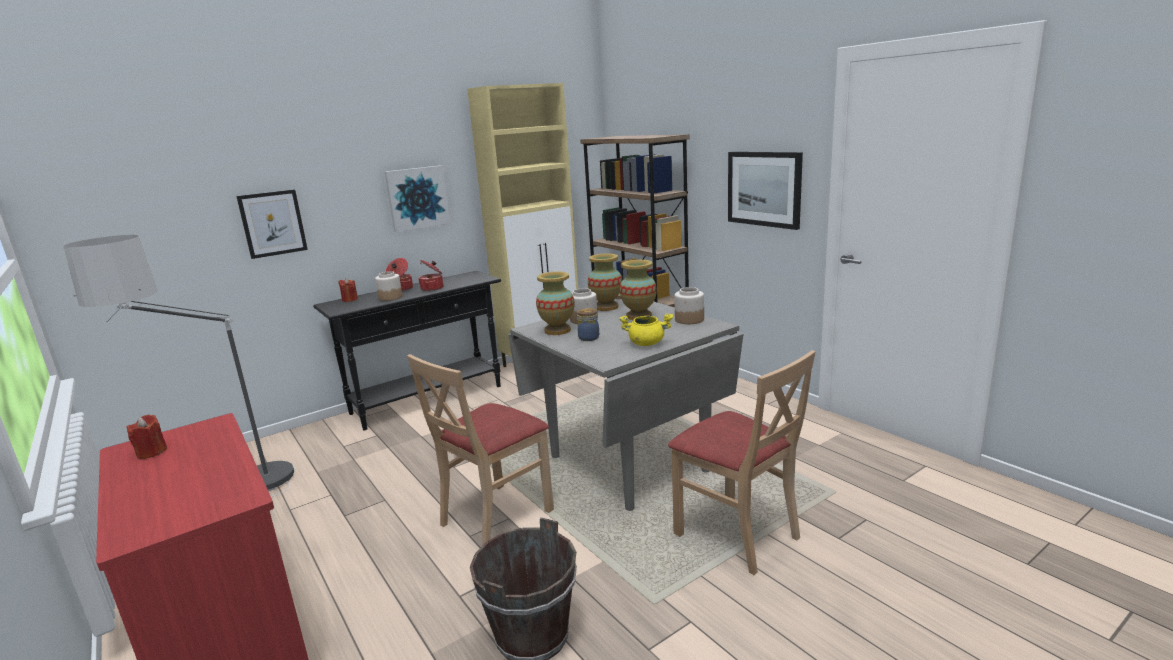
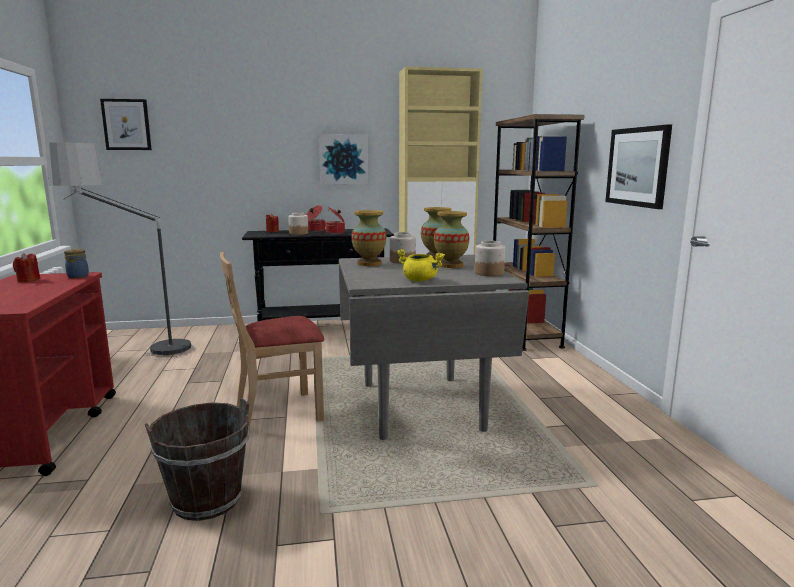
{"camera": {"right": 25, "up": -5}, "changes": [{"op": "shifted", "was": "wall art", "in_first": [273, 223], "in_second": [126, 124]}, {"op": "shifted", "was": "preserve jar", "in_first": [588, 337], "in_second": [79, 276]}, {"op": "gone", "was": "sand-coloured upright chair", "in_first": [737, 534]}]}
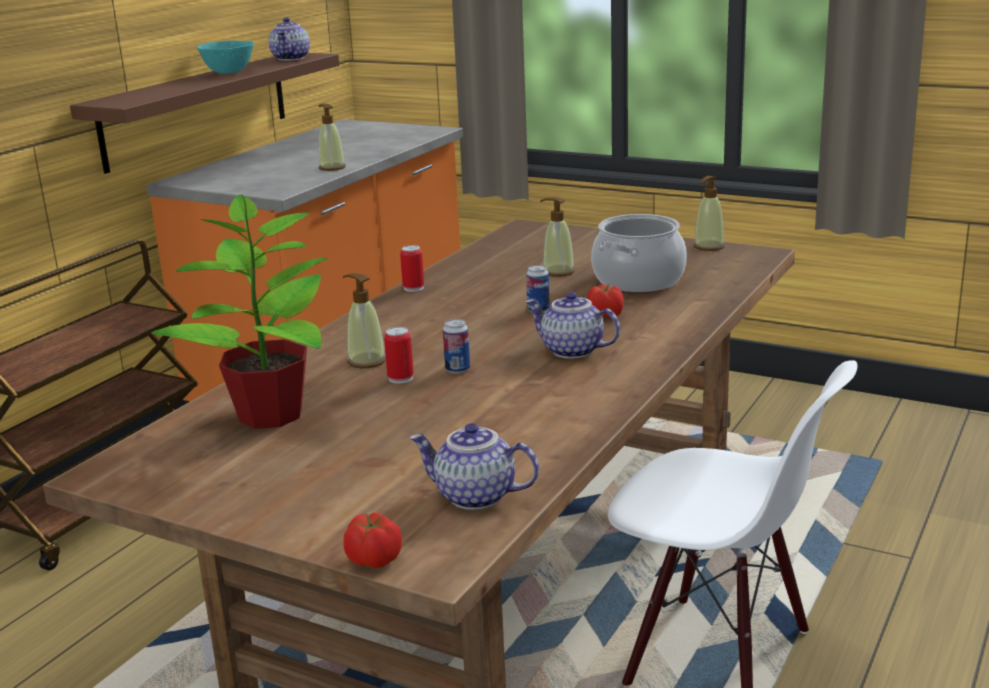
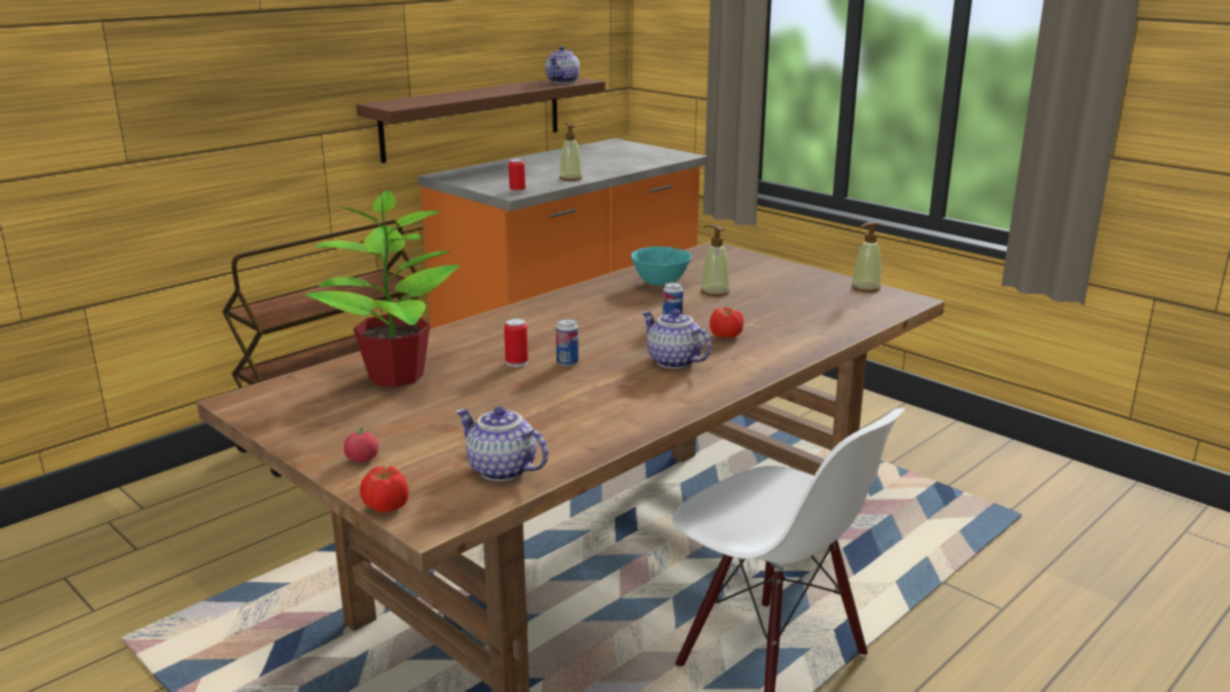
{"camera": {"right": 15, "up": 0}, "changes": [{"op": "shifted", "was": "turquoise serving bowl", "in_first": [229, 73], "in_second": [660, 284]}, {"op": "gone", "was": "soap dispenser", "in_first": [366, 361]}, {"op": "shifted", "was": "can", "in_first": [413, 288], "in_second": [517, 190]}, {"op": "gone", "was": "stockpot", "in_first": [638, 280]}, {"op": "new", "now": "whole tomato", "in_second": [362, 459]}]}
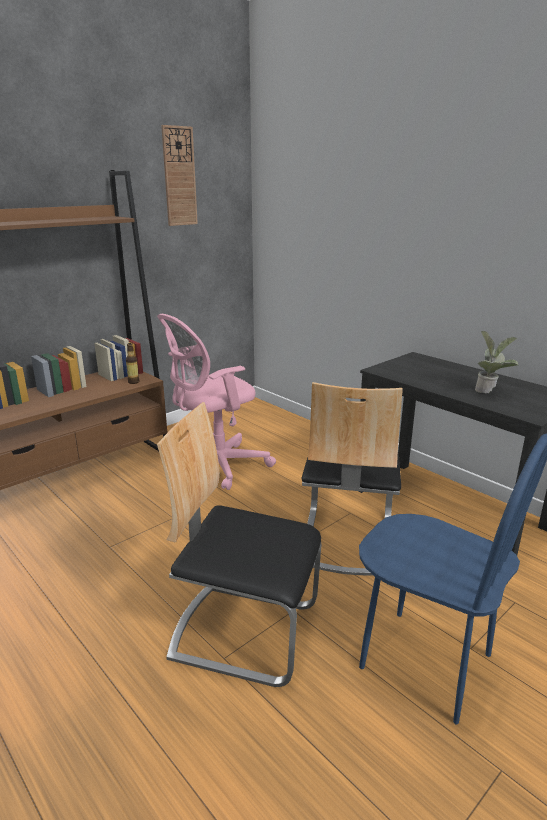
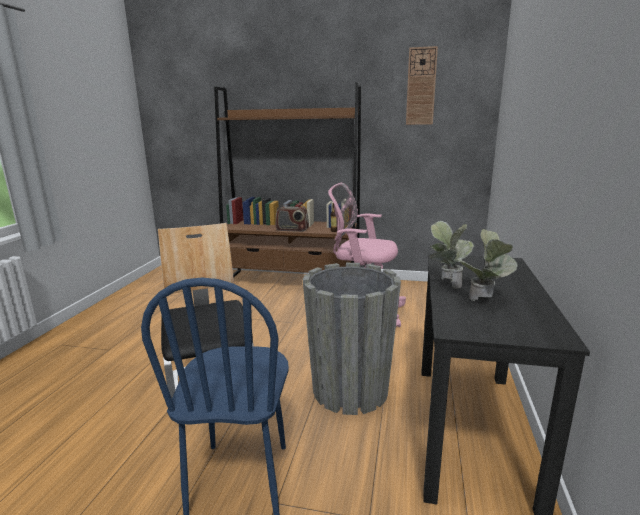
{"camera": {"right": 55, "up": -5}, "changes": [{"op": "swapped", "was": "upright chair", "now": "grey plant pot", "in_first": [346, 538], "in_second": [350, 390]}, {"op": "new", "now": "radio receiver", "in_second": [292, 230]}, {"op": "new", "now": "potted plant", "in_second": [446, 284]}]}
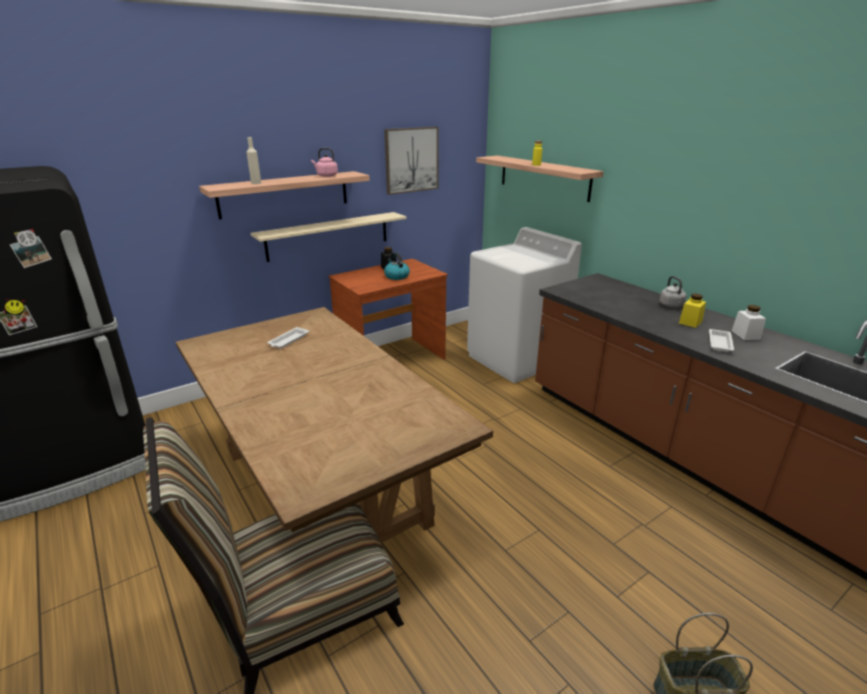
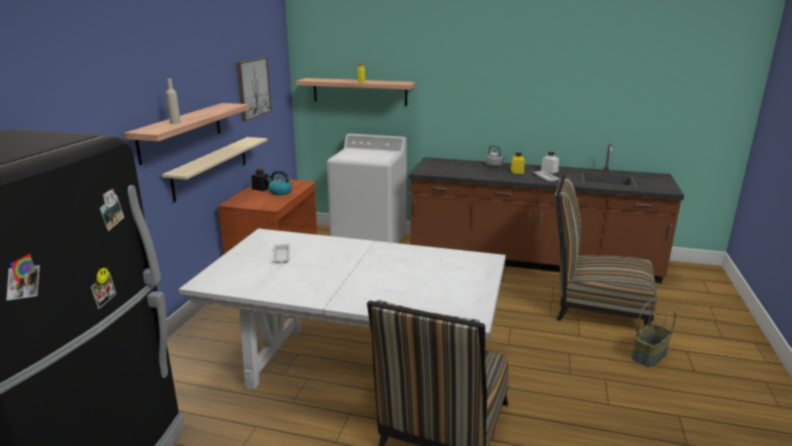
{"camera": {"right": -40, "up": -5}, "changes": [{"op": "repainted", "was": "brown-coloured dining table", "now": "white-coloured dining table", "in_first": [322, 487], "in_second": [354, 369]}, {"op": "gone", "was": "pinkish kettle", "in_first": [326, 175]}, {"op": "new", "now": "upright chair", "in_second": [595, 308]}]}
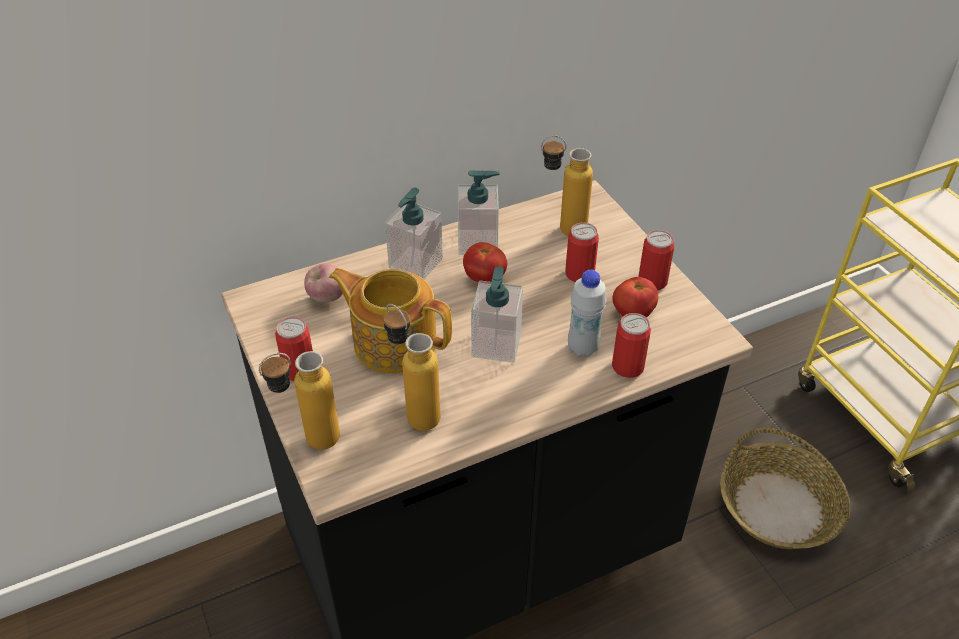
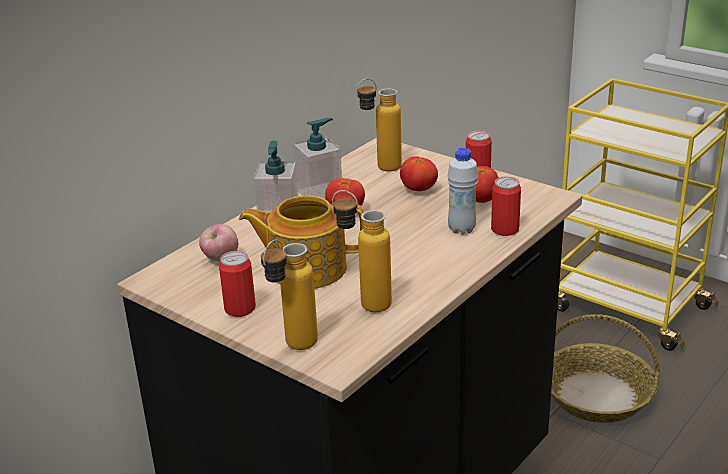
{"camera": {"right": -25, "up": -15}, "changes": [{"op": "gone", "was": "soap dispenser", "in_first": [496, 345]}, {"op": "swapped", "was": "can", "now": "whole tomato", "in_first": [579, 274], "in_second": [418, 190]}]}
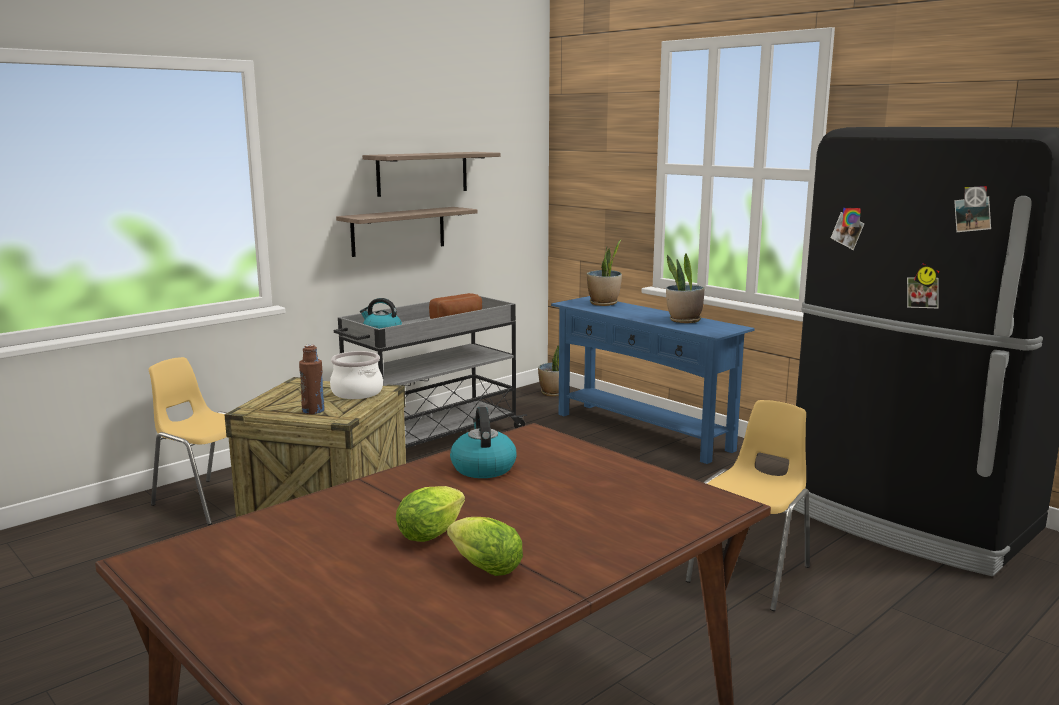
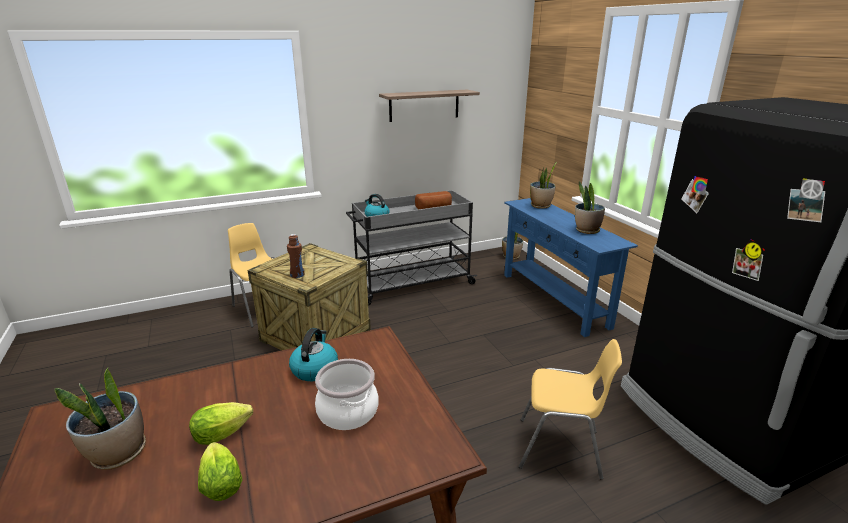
{"camera": {"right": 20, "up": 10}, "changes": [{"op": "shifted", "was": "stockpot", "in_first": [356, 393], "in_second": [347, 411]}, {"op": "gone", "was": "shelf", "in_first": [398, 231]}, {"op": "rotated", "was": "yellow-coloured upright chair", "in_first": [751, 574], "in_second": [560, 449], "clockwise": 45}, {"op": "new", "now": "potted plant", "in_second": [118, 454]}]}
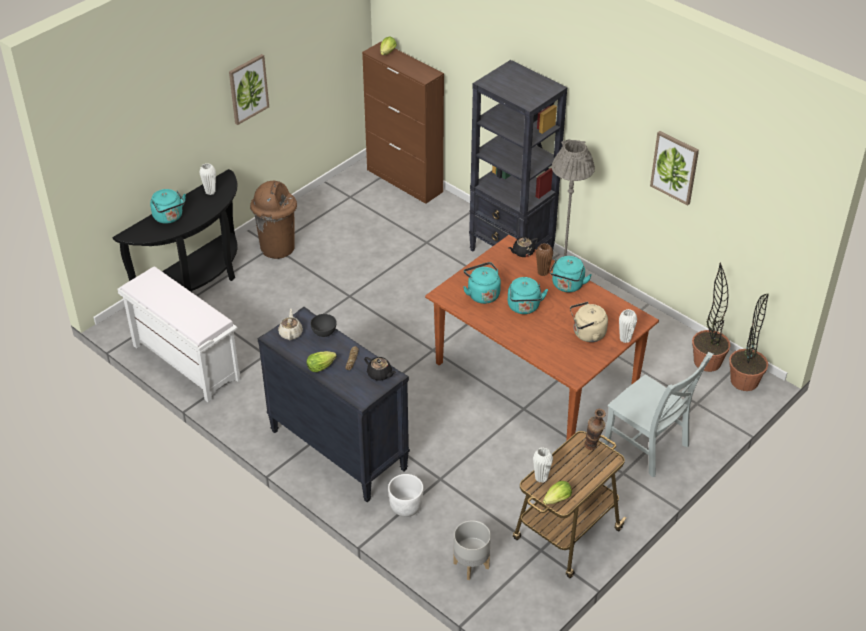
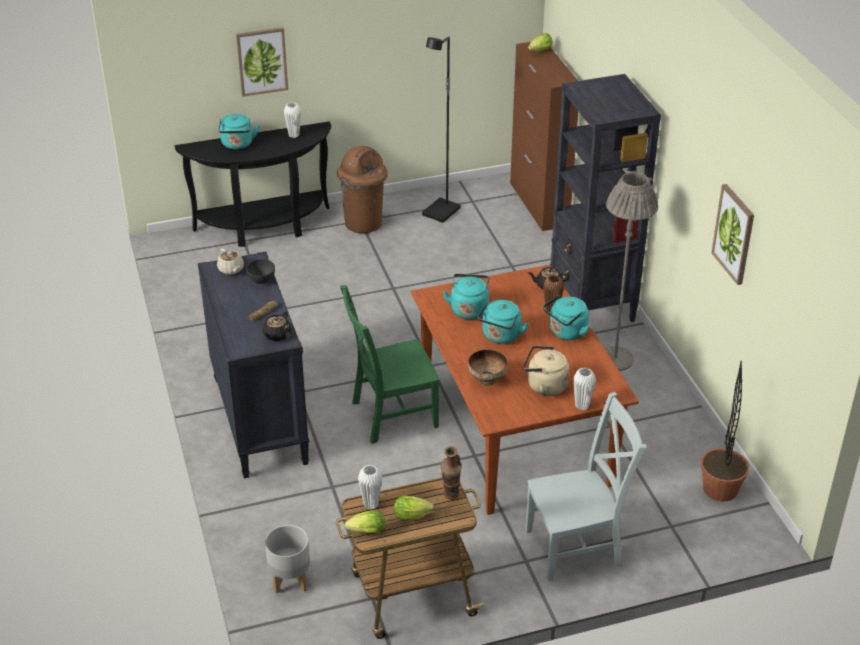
{"camera": {"right": 30, "up": -5}, "changes": [{"op": "gone", "was": "white-coloured bench", "in_first": [185, 362]}, {"op": "shifted", "was": "wall art", "in_first": [248, 89], "in_second": [262, 61]}, {"op": "rotated", "was": "sand-coloured teapot", "in_first": [291, 333], "in_second": [231, 269], "clockwise": 120}, {"op": "shifted", "was": "head of lettuce", "in_first": [322, 366], "in_second": [414, 515]}, {"op": "rotated", "was": "black teapot", "in_first": [380, 374], "in_second": [276, 335], "clockwise": 45}, {"op": "gone", "was": "white-coloured plant pot", "in_first": [406, 506]}, {"op": "rotated", "was": "grey upright chair", "in_first": [649, 446], "in_second": [578, 547], "clockwise": -90}, {"op": "gone", "was": "potted plant", "in_first": [744, 381]}, {"op": "new", "now": "greenish upright chair", "in_second": [390, 415]}, {"op": "new", "now": "black standing lamp", "in_second": [441, 212]}, {"op": "new", "now": "serving bowl", "in_second": [487, 380]}]}
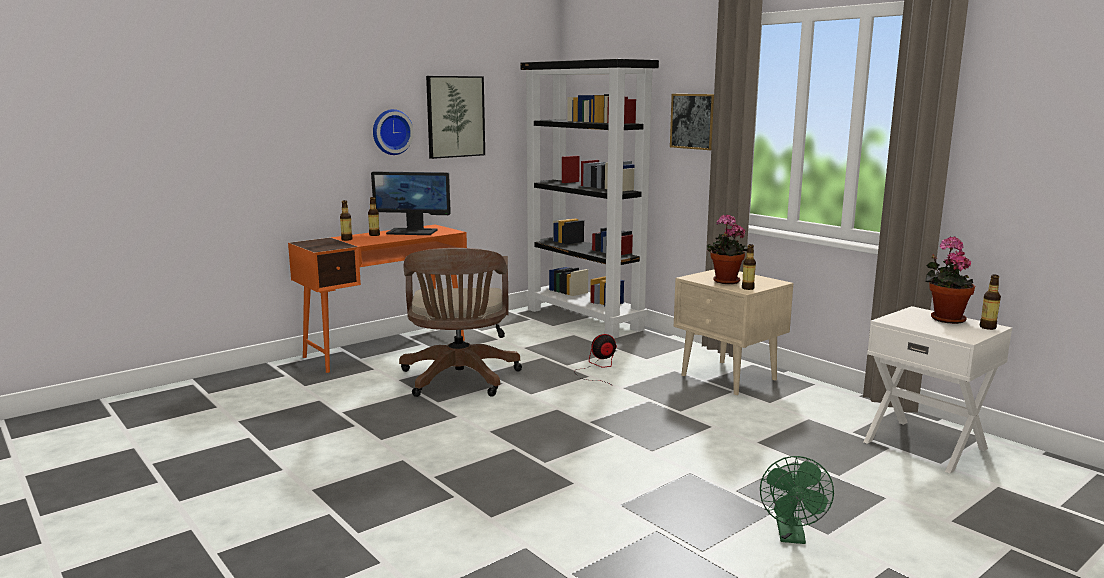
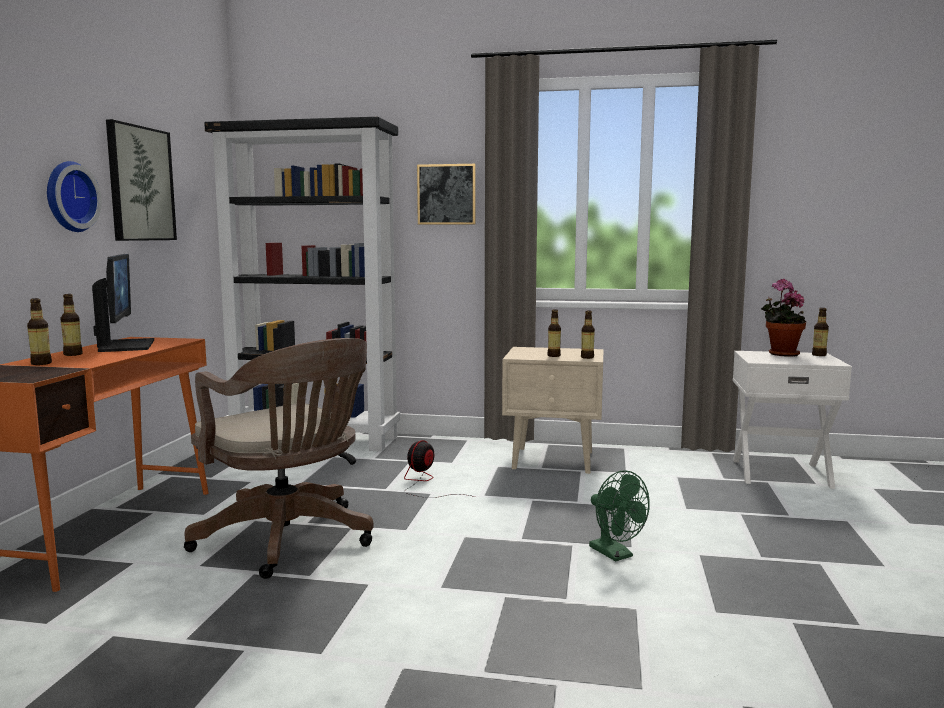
{"camera": {"right": -40, "up": -5}, "changes": [{"op": "rotated", "was": "computer display", "in_first": [413, 232], "in_second": [125, 345], "clockwise": -75}, {"op": "swapped", "was": "potted plant", "now": "bottle", "in_first": [725, 282], "in_second": [553, 356]}, {"op": "shifted", "was": "greenish electric fan", "in_first": [792, 536], "in_second": [616, 554]}]}
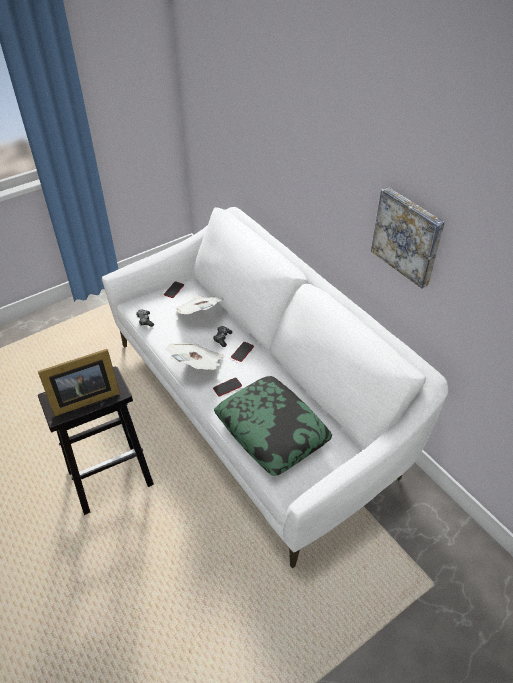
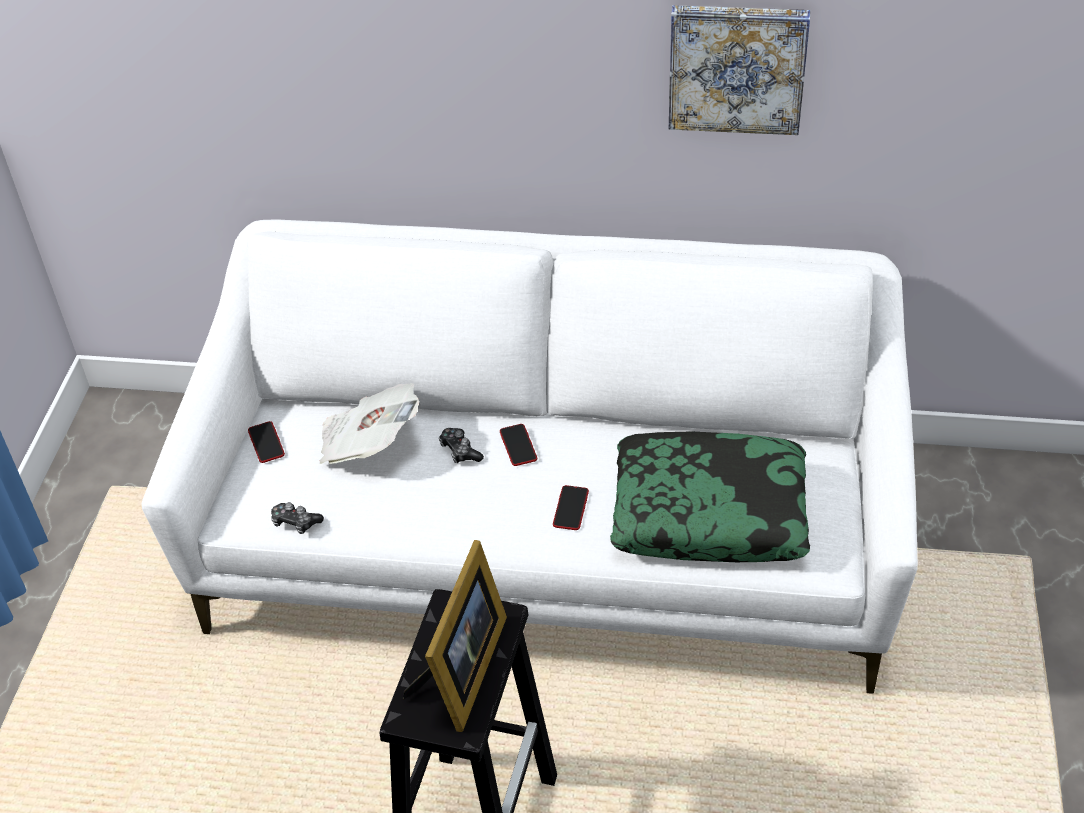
{"camera": {"right": -45, "up": 0}, "changes": [{"op": "gone", "was": "newspaper", "in_first": [198, 366]}]}
